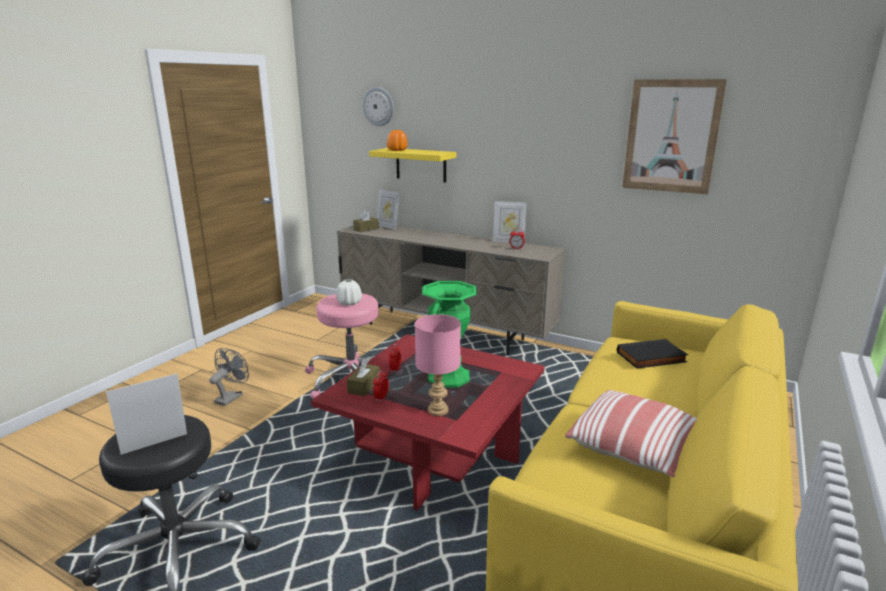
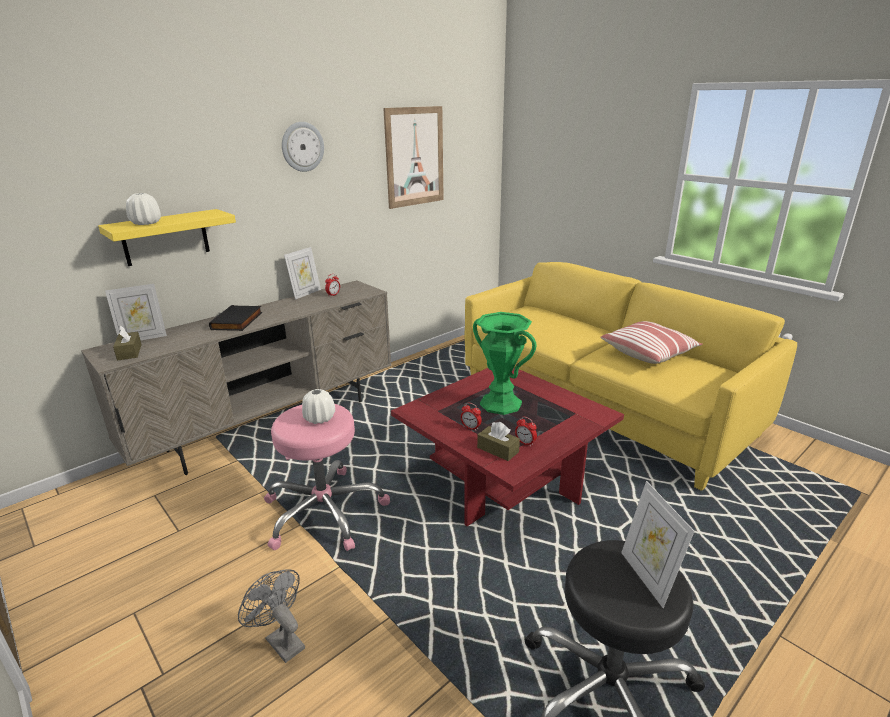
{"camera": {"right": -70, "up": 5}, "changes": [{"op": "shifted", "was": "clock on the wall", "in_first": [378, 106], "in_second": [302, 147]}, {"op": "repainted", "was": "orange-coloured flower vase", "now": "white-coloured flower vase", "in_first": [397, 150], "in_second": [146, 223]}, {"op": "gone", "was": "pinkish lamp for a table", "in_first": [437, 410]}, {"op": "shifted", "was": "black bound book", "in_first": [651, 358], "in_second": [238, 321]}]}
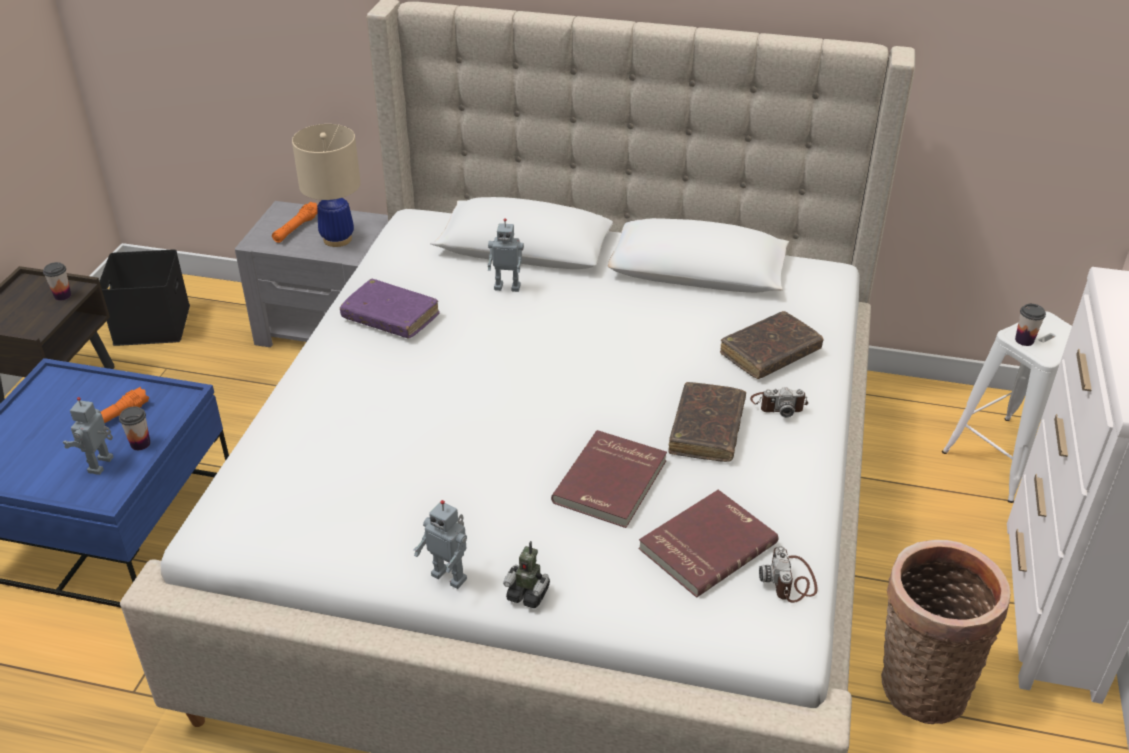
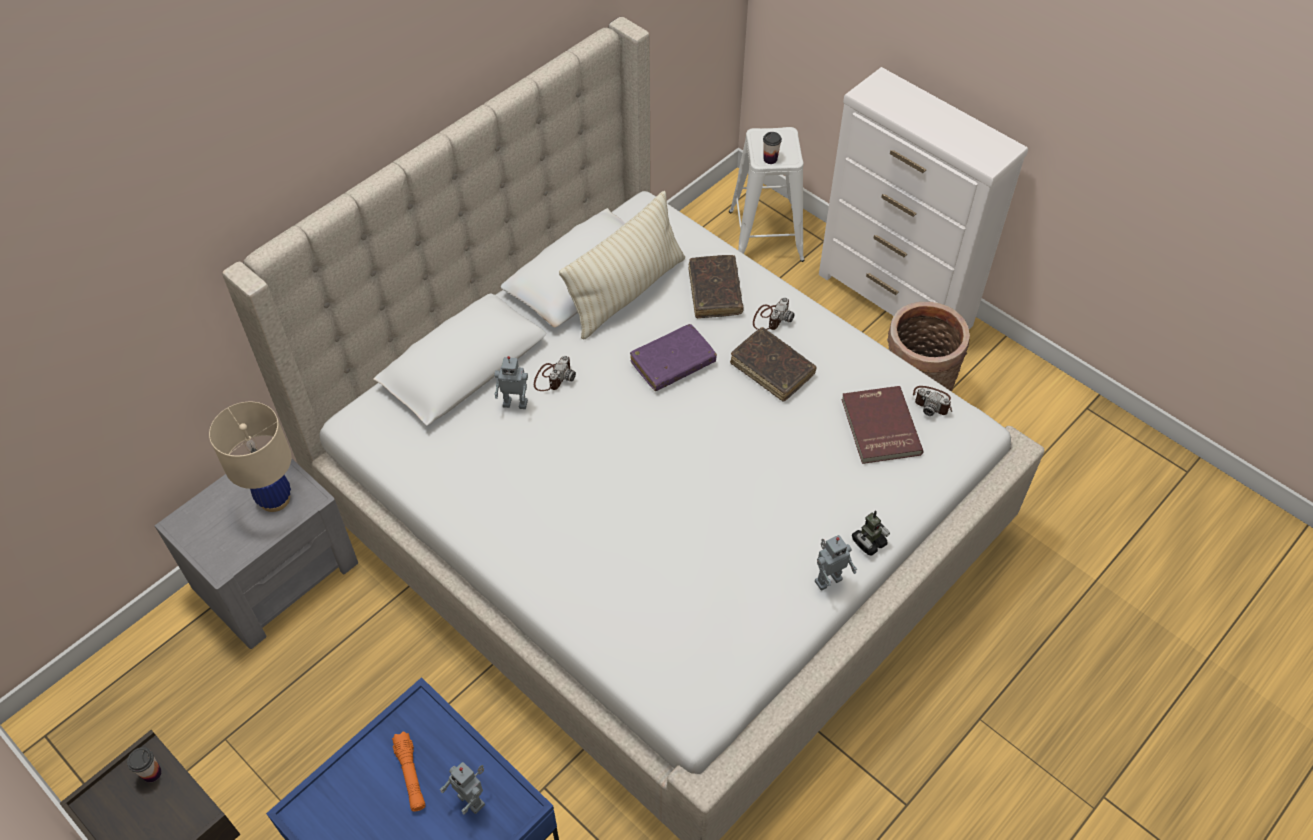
{"camera": {"right": -60, "up": 15}, "changes": [{"op": "gone", "was": "black storage bin", "in_first": [153, 325]}, {"op": "gone", "was": "drinking cup", "in_first": [140, 444]}, {"op": "gone", "was": "orange-coloured flashlight", "in_first": [296, 228]}, {"op": "shifted", "was": "purple bound book", "in_first": [390, 317], "in_second": [673, 363]}, {"op": "rotated", "was": "robot figure", "in_first": [507, 287], "in_second": [515, 402], "clockwise": 60}, {"op": "gone", "was": "reddish bound book", "in_first": [612, 482]}, {"op": "new", "now": "photo camera", "in_second": [553, 377]}, {"op": "new", "now": "sand-coloured cushion", "in_second": [626, 292]}]}
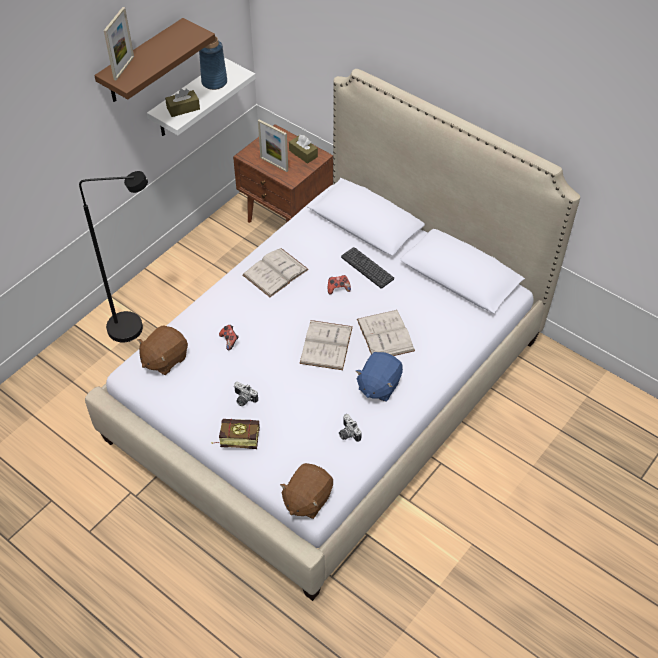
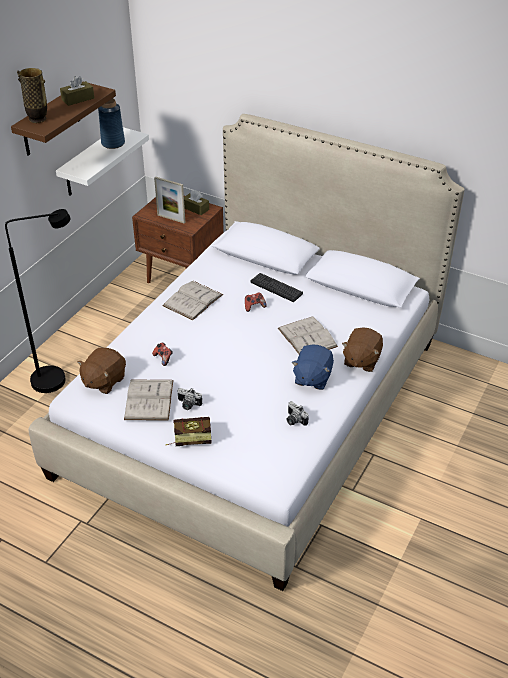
{"camera": {"right": -10, "up": -10}, "changes": [{"op": "swapped", "was": "photo frame", "now": "flower vase", "in_first": [124, 68], "in_second": [37, 119]}, {"op": "shifted", "was": "brown-coloured box of tissues", "in_first": [183, 108], "in_second": [78, 99]}, {"op": "shifted", "was": "brown-coloured cuddly toy", "in_first": [307, 499], "in_second": [361, 360]}, {"op": "shifted", "was": "white-coloured bound book", "in_first": [326, 345], "in_second": [149, 399]}]}
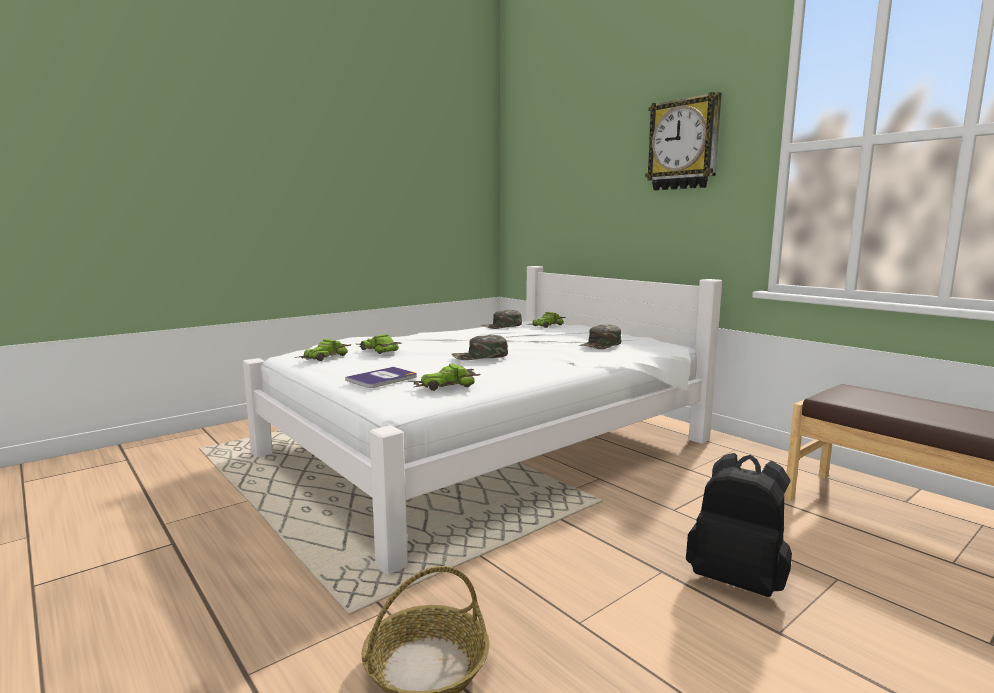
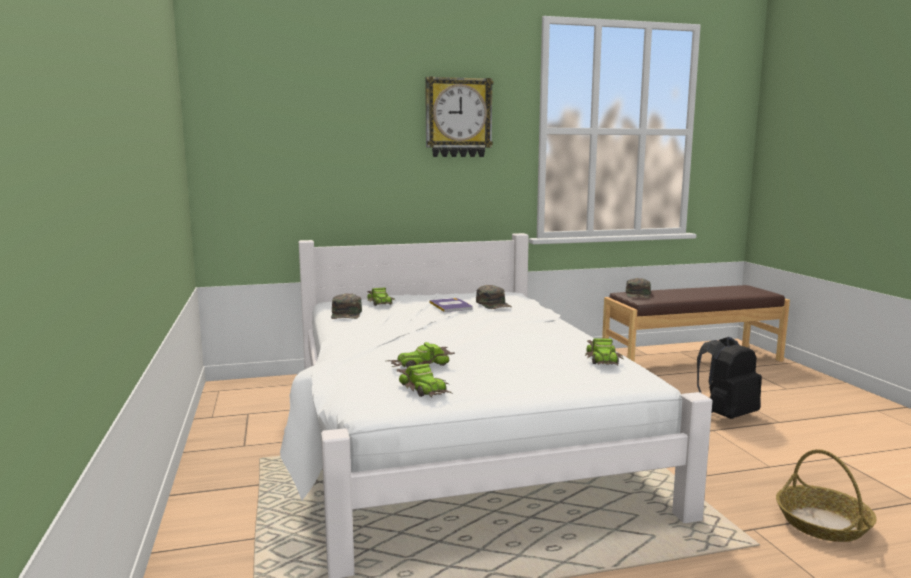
{"camera": {"right": -65, "up": 0}, "changes": [{"op": "shifted", "was": "bound book", "in_first": [382, 378], "in_second": [451, 306]}, {"op": "shifted", "was": "greenish peaked cap", "in_first": [480, 356], "in_second": [638, 294]}]}
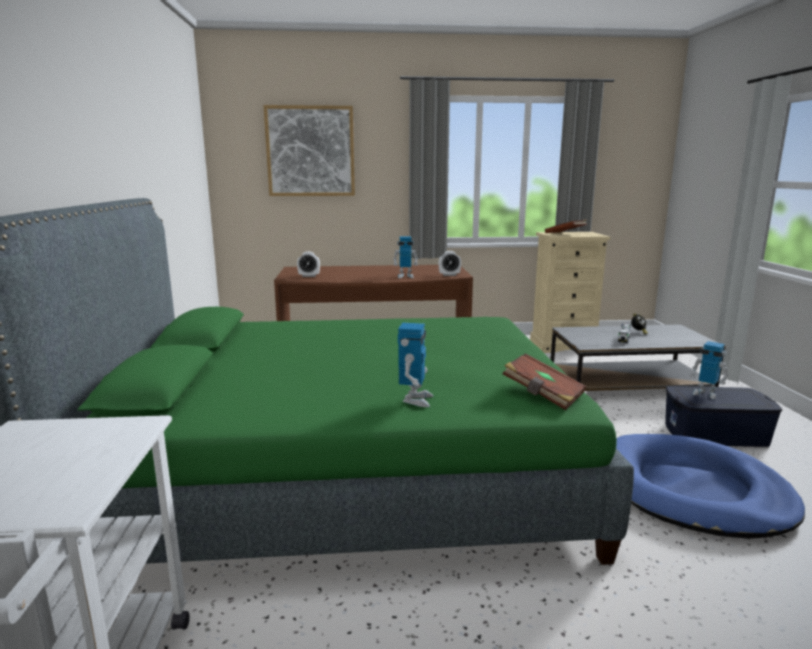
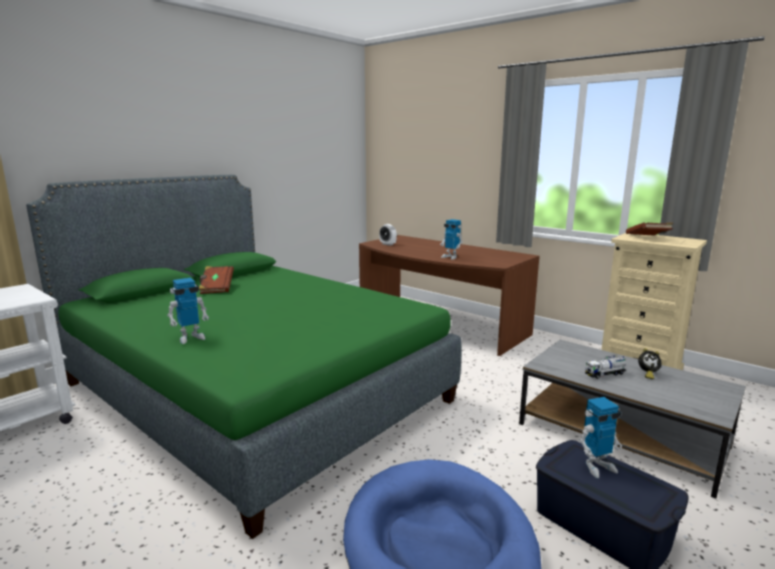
{"camera": {"right": 45, "up": 0}, "changes": [{"op": "gone", "was": "wall art", "in_first": [310, 151]}, {"op": "gone", "was": "bedside clock", "in_first": [449, 275]}, {"op": "shifted", "was": "brown-coloured bound book", "in_first": [542, 395], "in_second": [216, 288]}, {"op": "rotated", "was": "robot figure", "in_first": [705, 394], "in_second": [597, 466], "clockwise": -105}]}
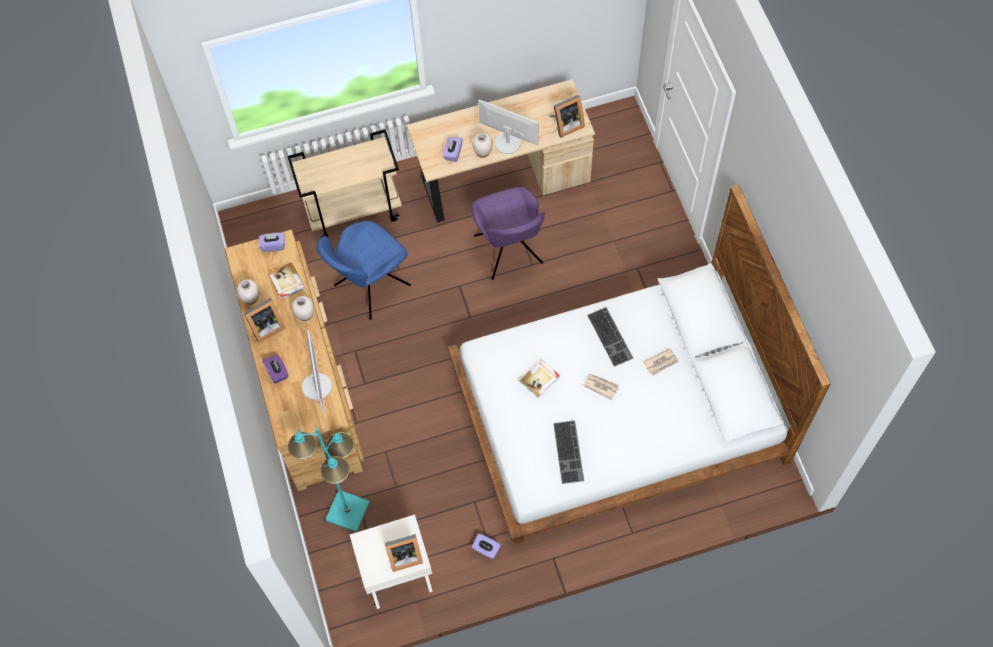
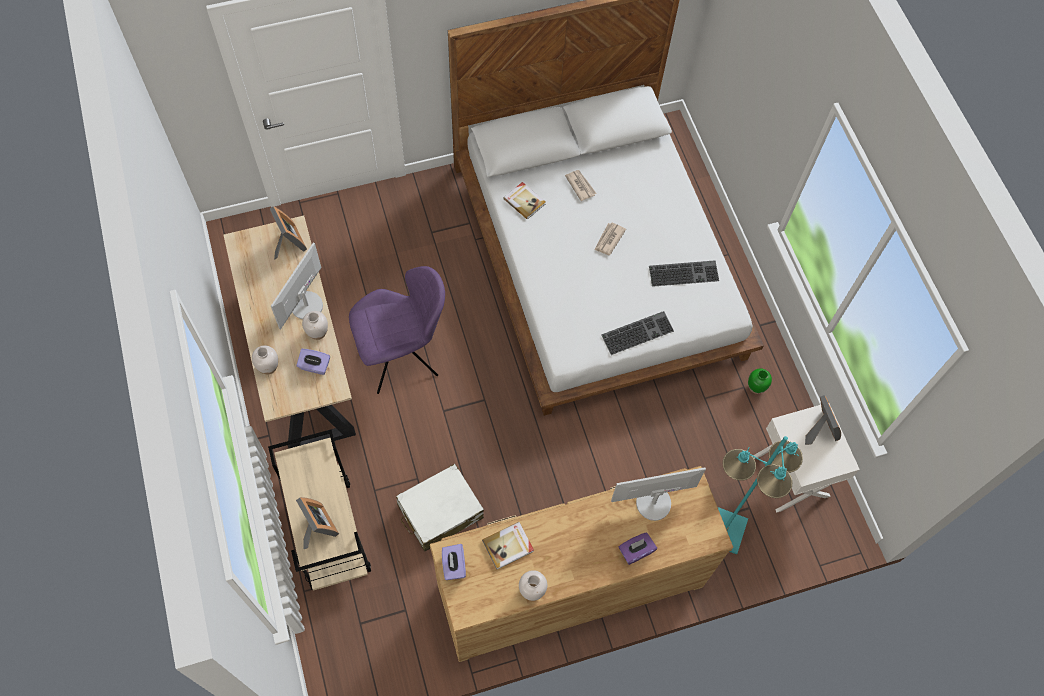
{"camera": {"right": -95, "up": 0}, "changes": [{"op": "shifted", "was": "photo frame", "in_first": [265, 327], "in_second": [317, 528]}, {"op": "shifted", "was": "white-coloured flower vase", "in_first": [305, 315], "in_second": [268, 367]}, {"op": "swapped", "was": "blue upright chair", "now": "white-coloured piece of luggage", "in_first": [370, 287], "in_second": [440, 511]}, {"op": "swapped", "was": "purple box of tissues", "now": "greenish flower vase", "in_first": [486, 549], "in_second": [755, 387]}, {"op": "shifted", "was": "bound book", "in_first": [540, 379], "in_second": [524, 201]}, {"op": "shifted", "was": "computer keyboard", "in_first": [611, 336], "in_second": [637, 331]}]}
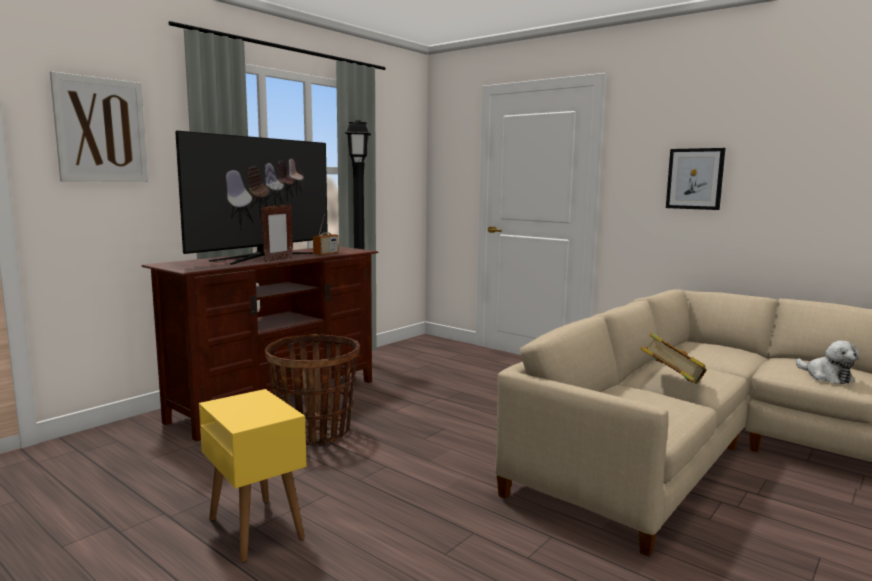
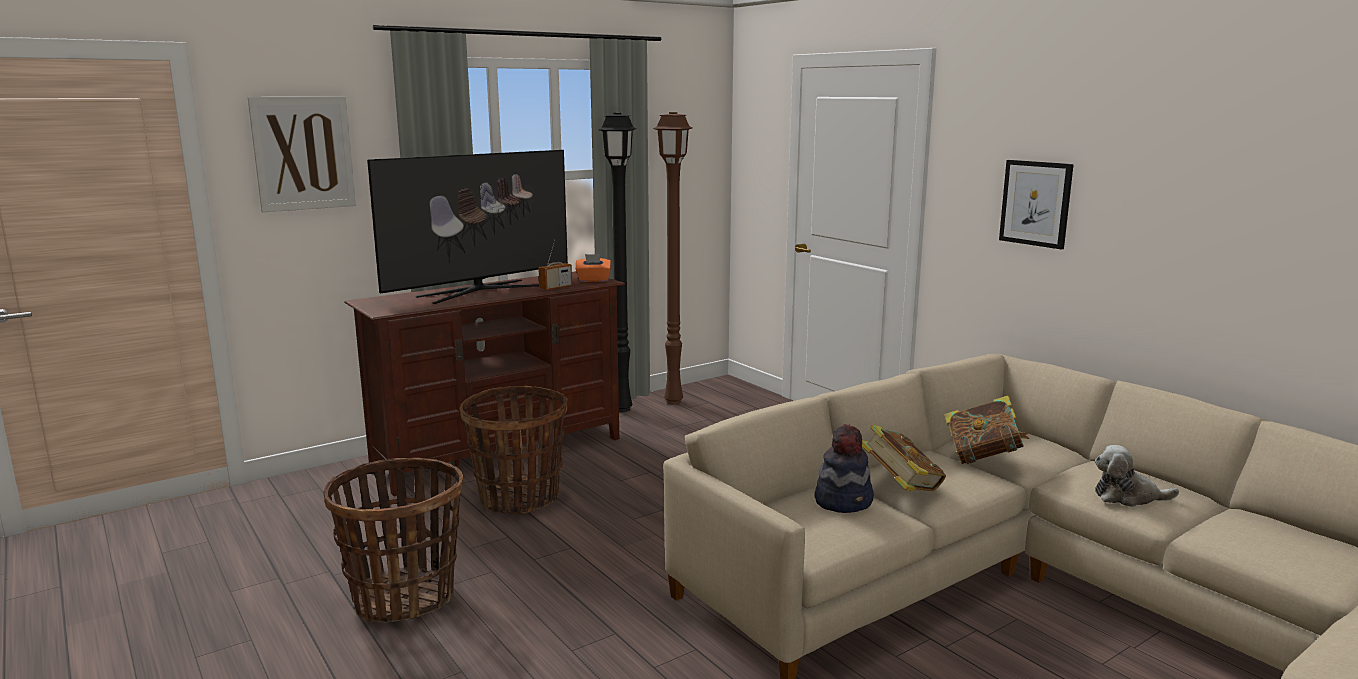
{"camera": {"right": 15, "up": 5}, "changes": [{"op": "swapped", "was": "yellow-coloured end table", "now": "basket", "in_first": [255, 528], "in_second": [404, 598]}, {"op": "gone", "was": "photo frame", "in_first": [278, 260]}, {"op": "rotated", "was": "cuddly toy", "in_first": [826, 376], "in_second": [1128, 497], "clockwise": 105}, {"op": "new", "now": "orange-coloured box of tissues", "in_second": [593, 280]}, {"op": "new", "now": "brown-coloured standing lamp", "in_second": [675, 401]}, {"op": "new", "now": "hat", "in_second": [844, 501]}, {"op": "new", "now": "bound book", "in_second": [982, 457]}]}
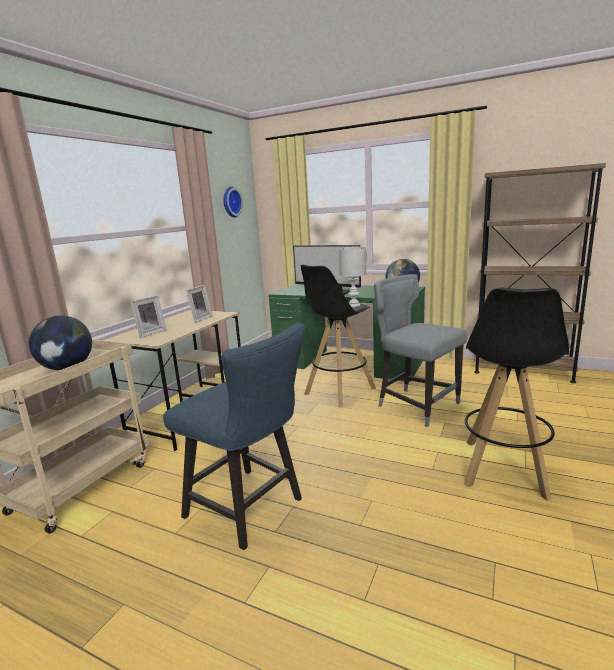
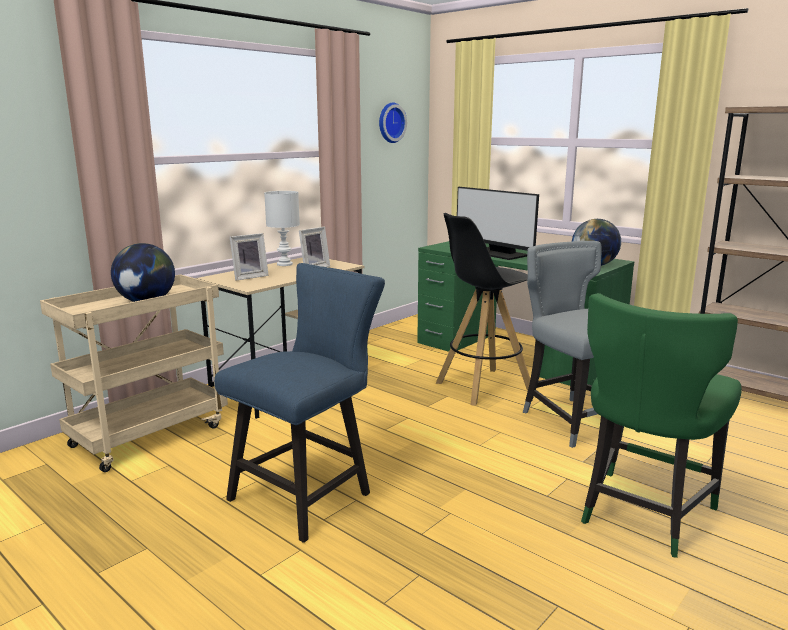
{"camera": {"right": 15, "up": 0}, "changes": [{"op": "rotated", "was": "blue upright chair", "in_first": [250, 510], "in_second": [308, 493], "clockwise": -105}, {"op": "shifted", "was": "white-coloured lamp for a table", "in_first": [354, 305], "in_second": [285, 264]}, {"op": "swapped", "was": "black stool", "now": "greenish upright chair", "in_first": [504, 468], "in_second": [642, 514]}]}
